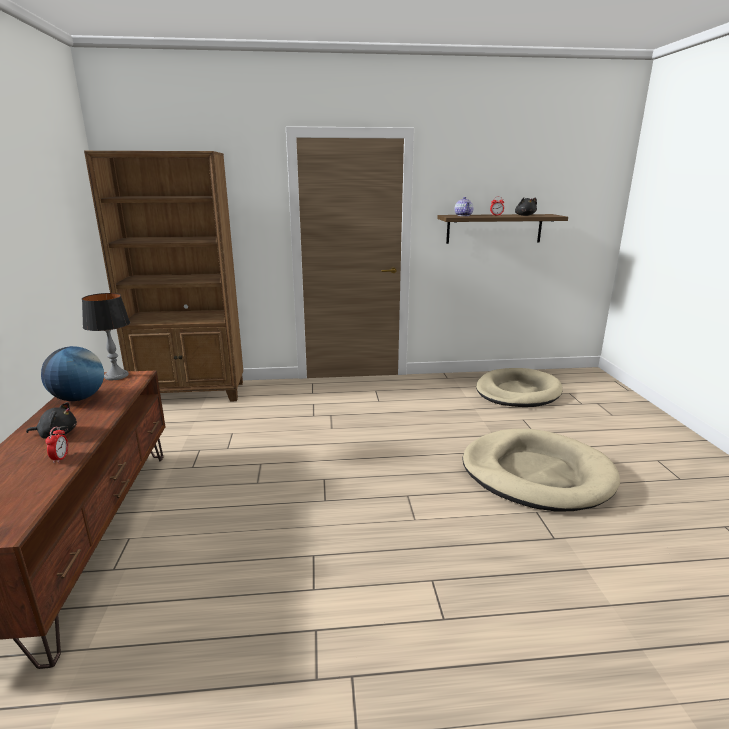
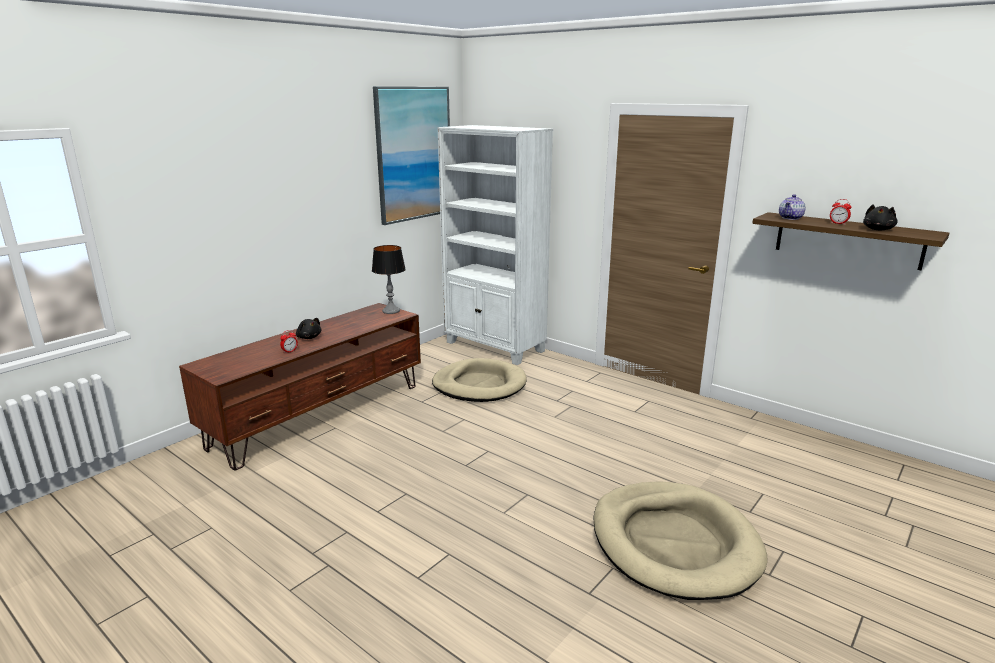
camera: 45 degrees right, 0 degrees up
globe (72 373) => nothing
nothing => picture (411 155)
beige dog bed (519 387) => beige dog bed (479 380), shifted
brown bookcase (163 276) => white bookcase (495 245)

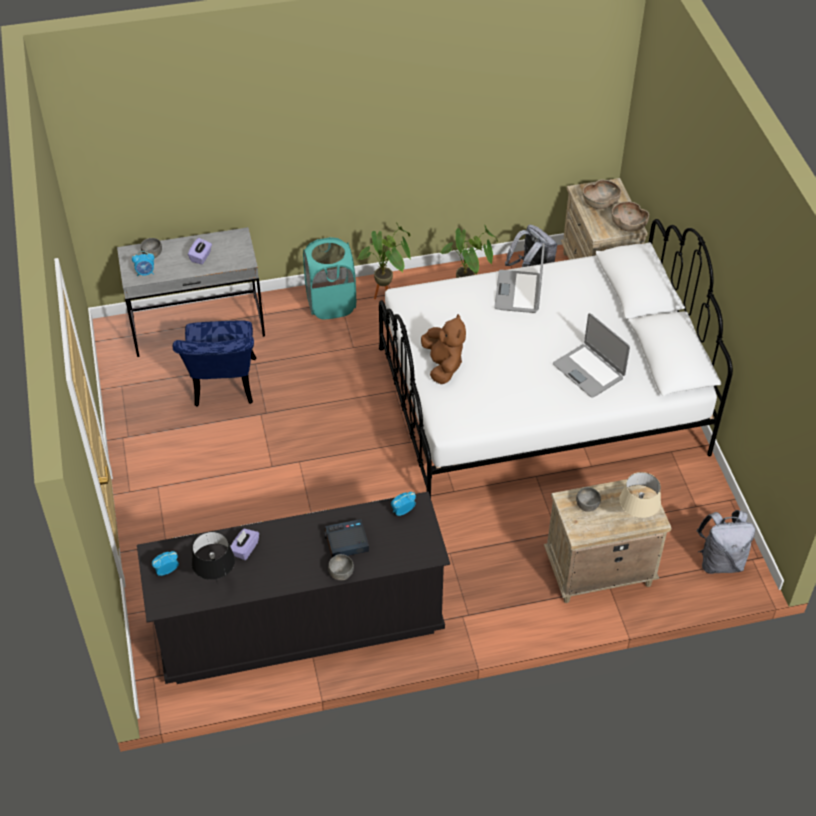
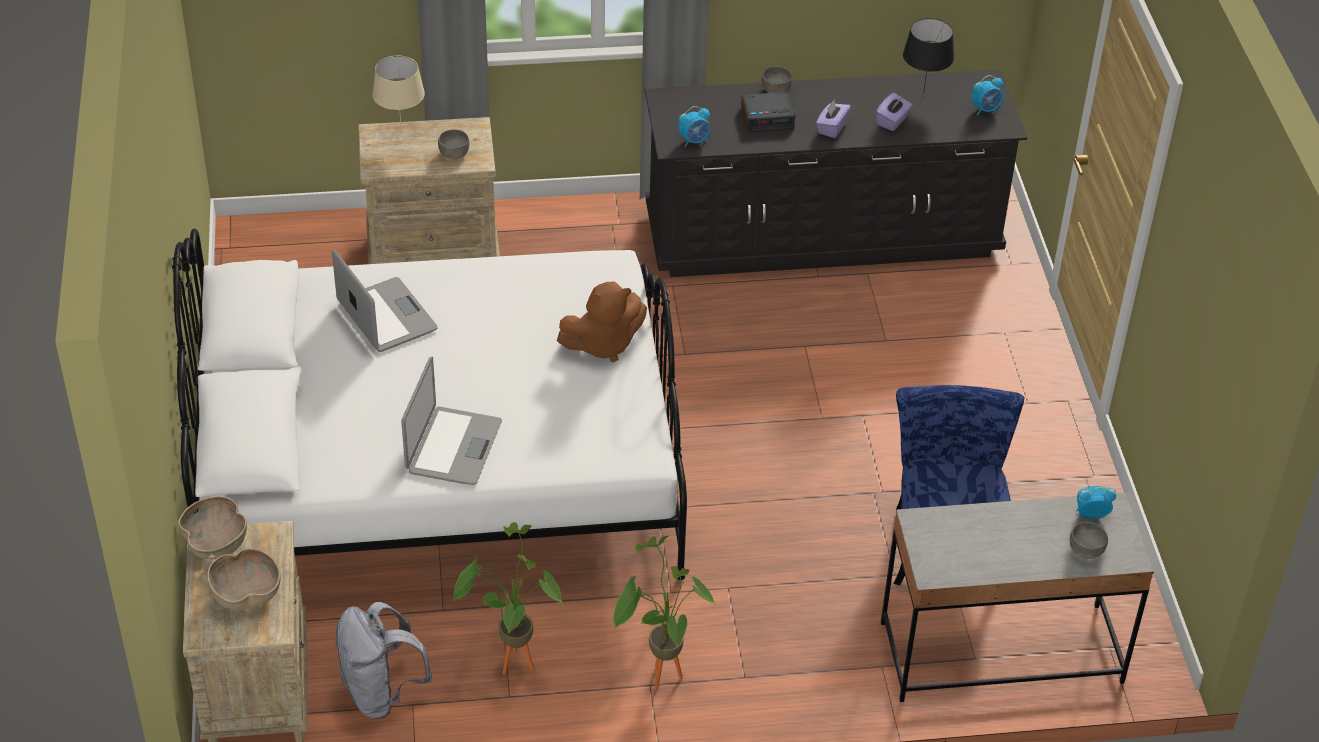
camera: 175 degrees left, 5 degrees down
turquoise laundry basket (329 278) => nothing
grey backpack (726 542) => nothing
purple tissue box (200 251) => purple tissue box (833 119), shifted
brown plush toy (443 349) => brown plush toy (602 321), 105 degrees counterclockwise

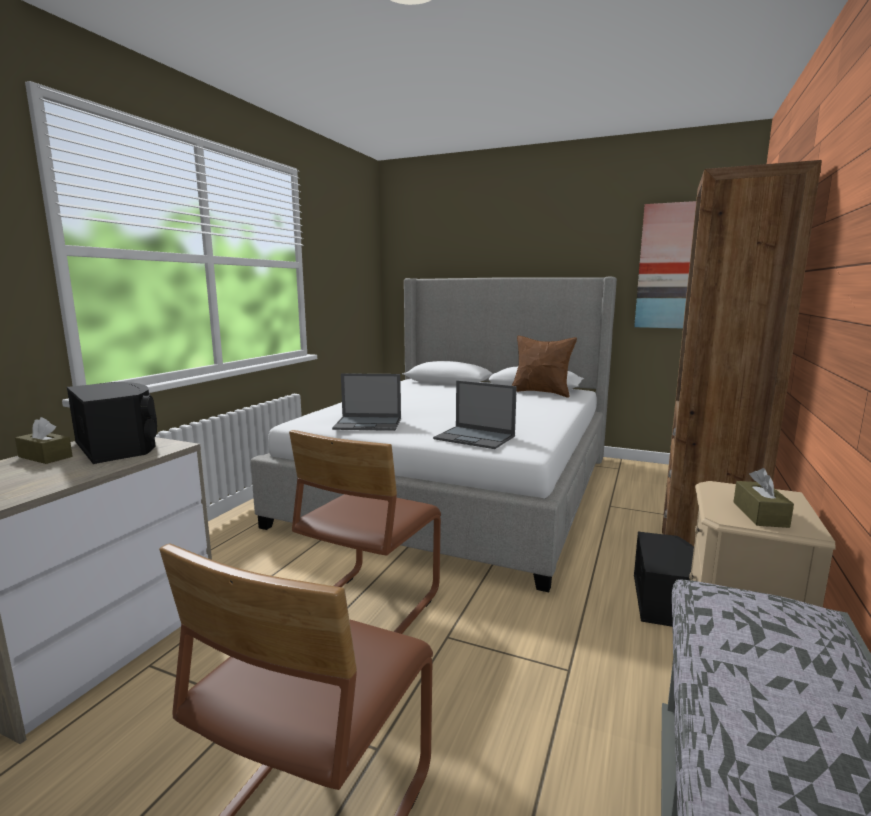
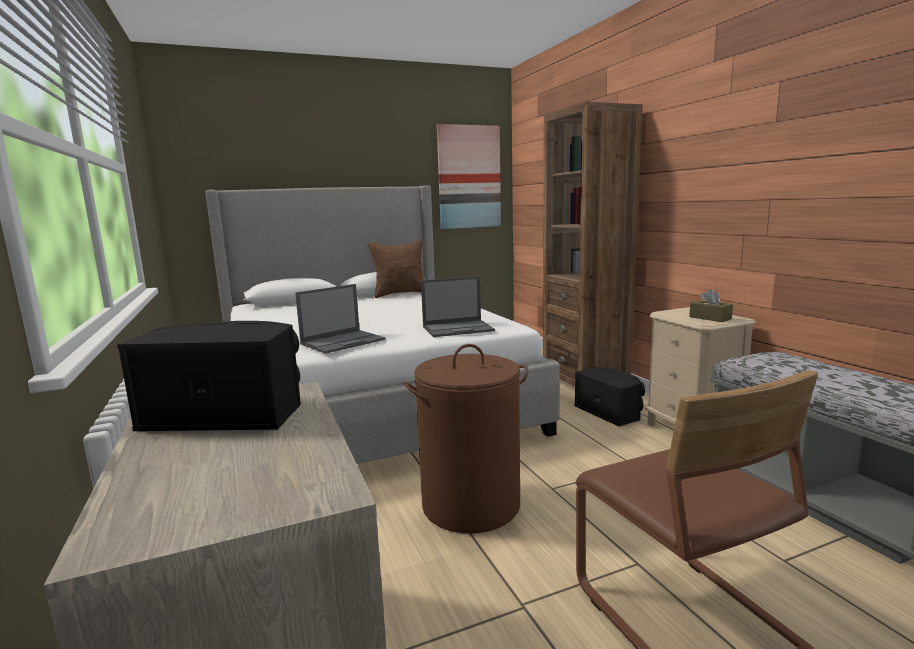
camera: 45 degrees left, 0 degrees up
brown tissue box (44 440) => nothing
brown chair (365 532) => brown laundry basket (465 438)

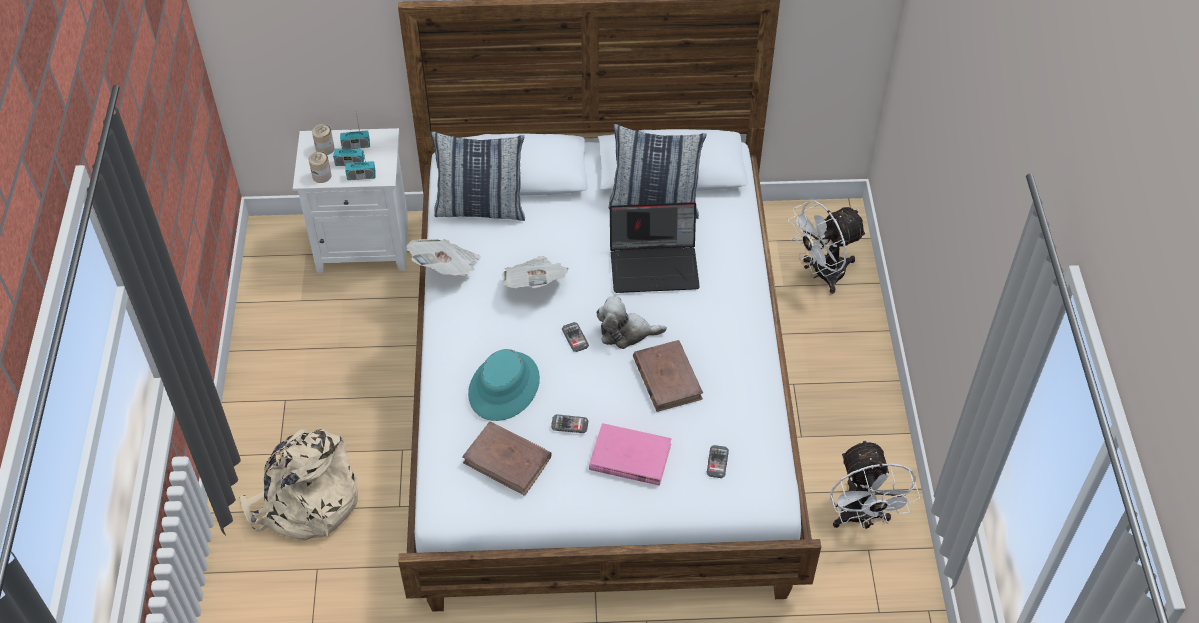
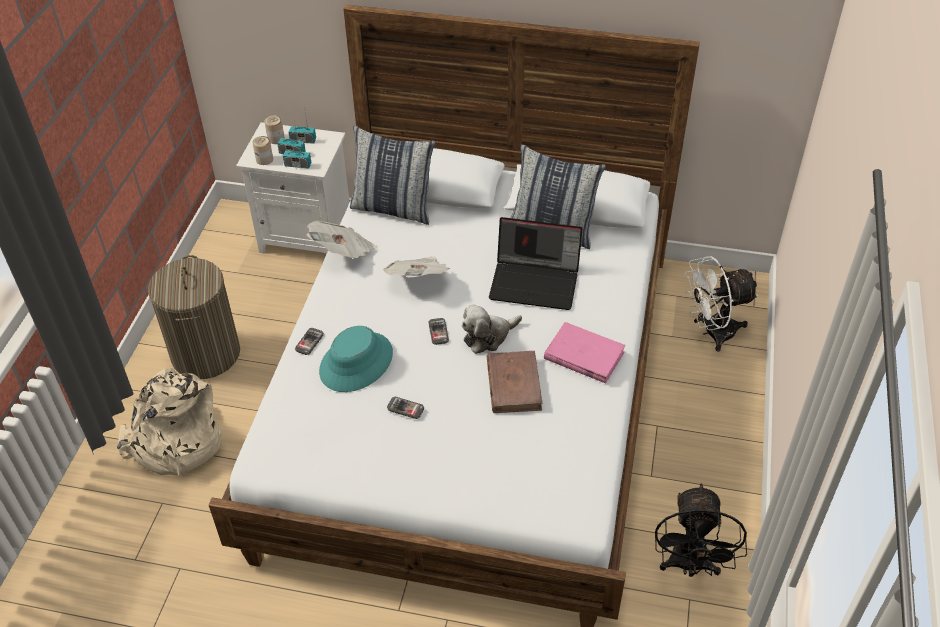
camera: 15 degrees right, 5 degrees down
brown book (507 458) => nothing
nothing => laundry basket (194 317)
pink book (630 454) => pink book (585 352), shifted
phone (717 461) => phone (309 341), shifted
white fan (875 483) => black fan (701 530)
plush toy (631 322) => plush toy (491 329), 45 degrees counterclockwise

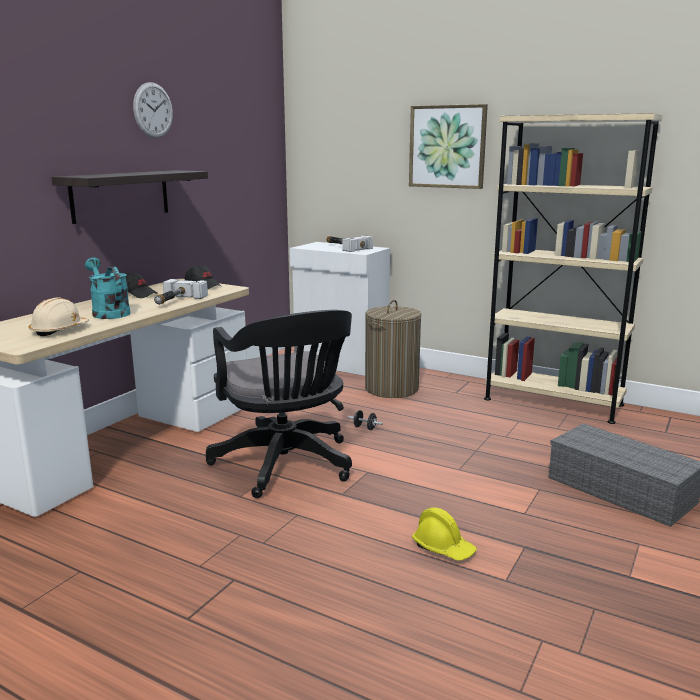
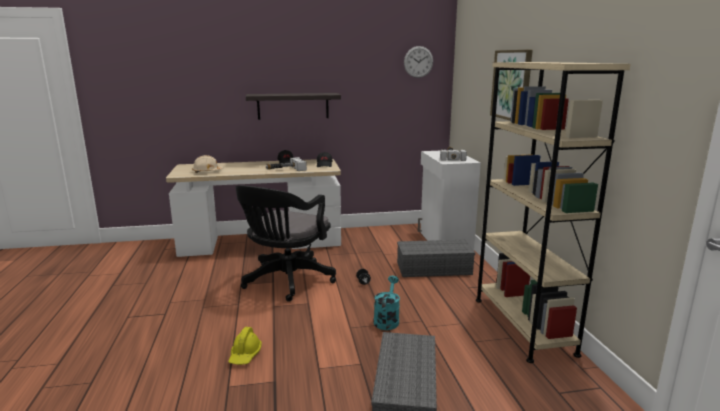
camera: 50 degrees right, 0 degrees up
turquoise watering can (107 288) => turquoise watering can (386 303), shifted
wall clock (153 110) => wall clock (418 62), shifted
laundry basket (393 349) => grey storage box (436 258)

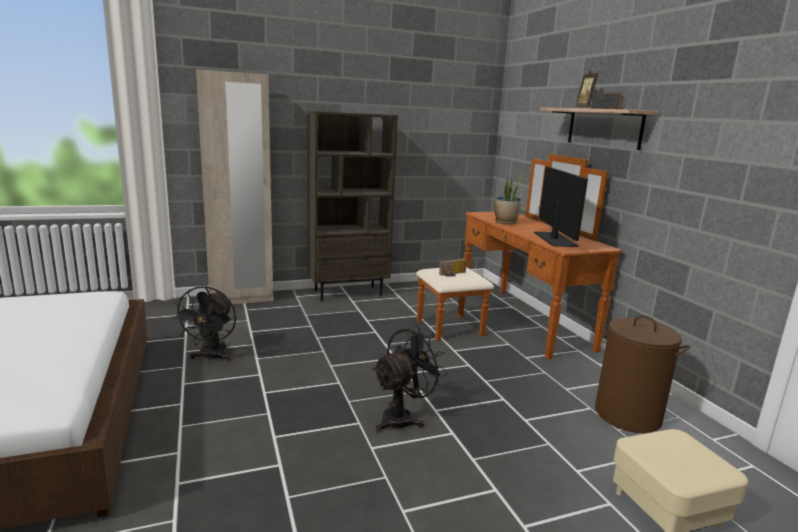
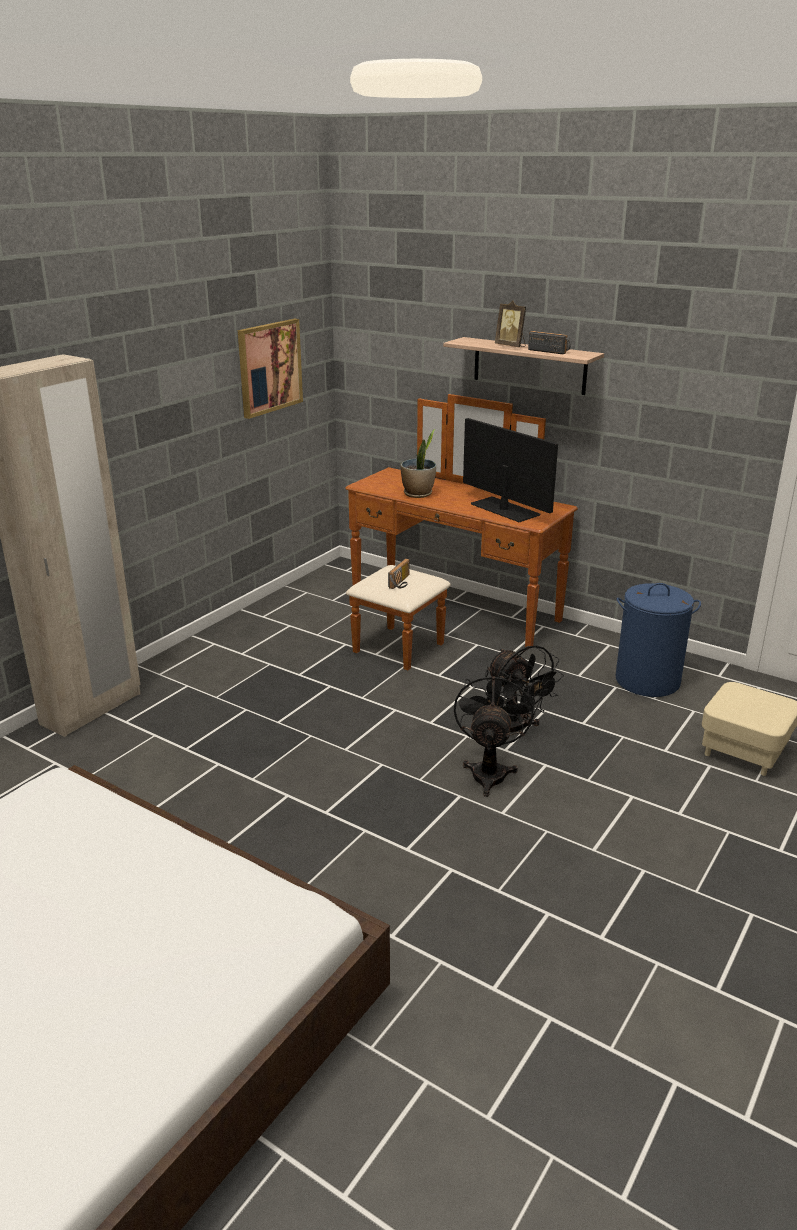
camera: 35 degrees left, 10 degrees up
brown bookcase (352 205) => nothing
nothing => picture (270 369)
black fan (204 324) => black fan (525 689), shifted
brown laundry basket (642 374) => blue laundry basket (658 640)

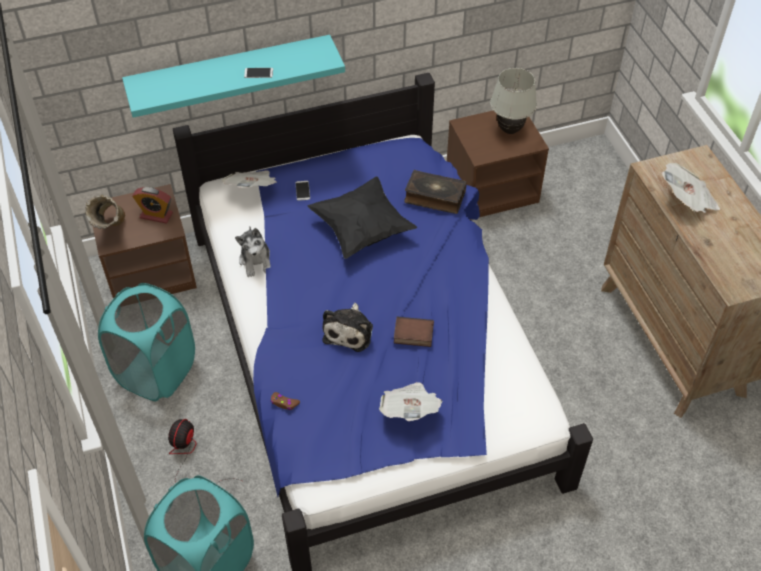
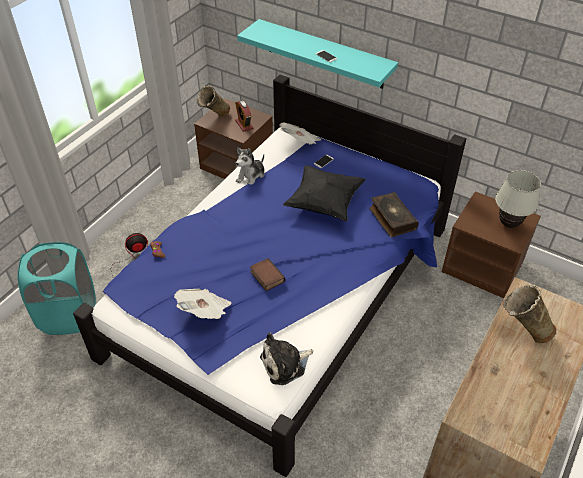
camera: 50 degrees right, 5 degrees down
turquoise laundry basket (146 342) => nothing
plush toy (347 327) => plush toy (286 359), shifted
newspaper (691 188) => beige vase (530 313)

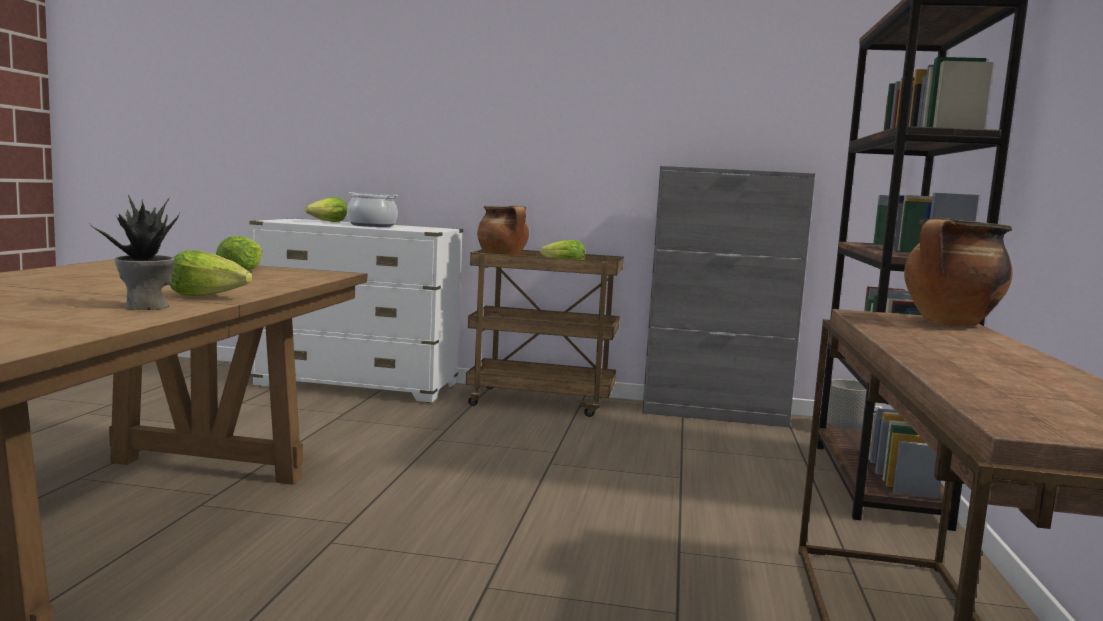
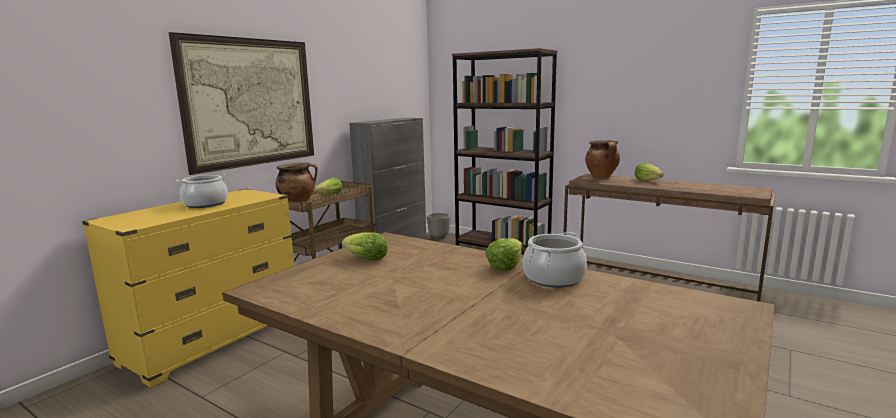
camera: 65 degrees left, 5 degrees up
nothing => picture (241 103)
lettuce (326 209) => lettuce (649 172), shifted
potted plant (135 252) => cooking pot (555 260)
white dresser (356 310) => yellow dresser (188 288)

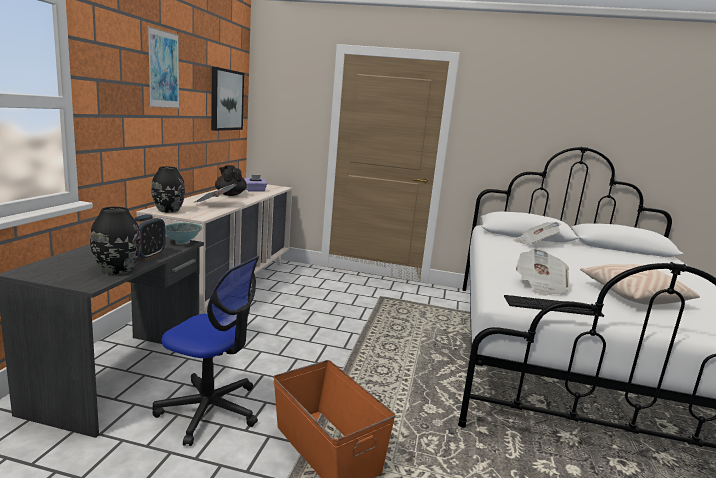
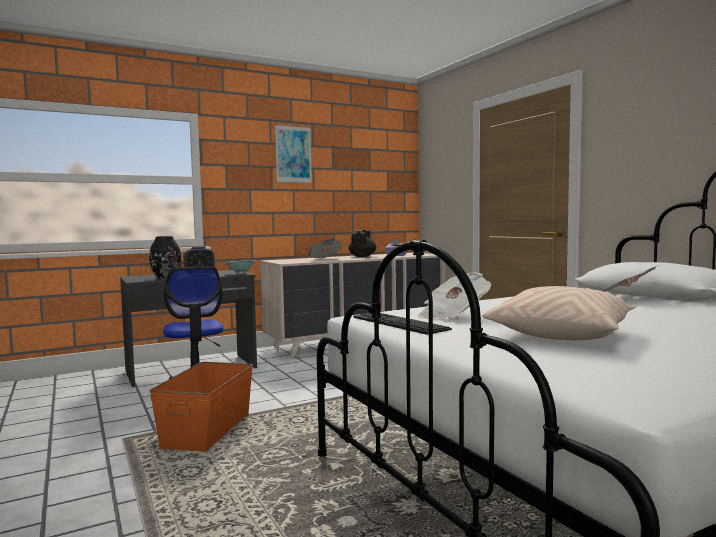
camera: 50 degrees right, 10 degrees down
black vase (168 189) => nothing
picture (227 99) => nothing

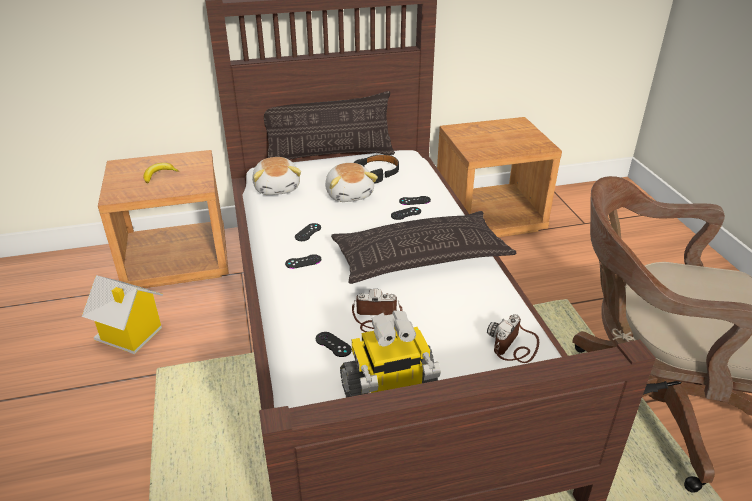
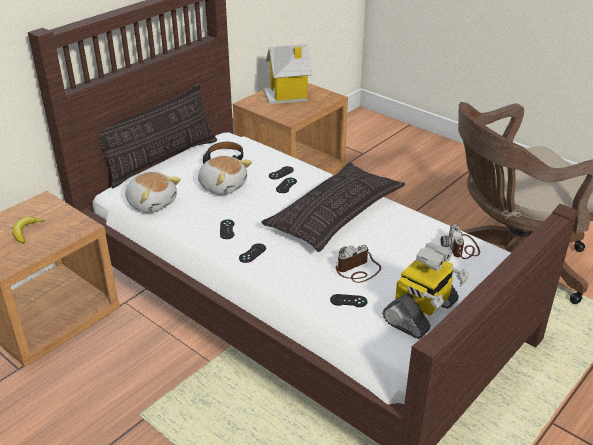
camera: 35 degrees left, 0 degrees up
toy house (122 314) => toy house (288 74), shifted

